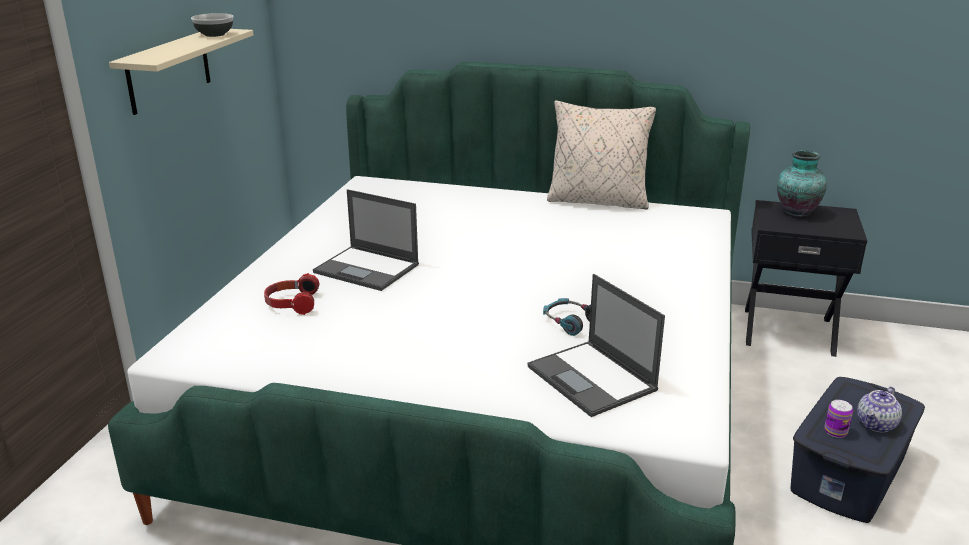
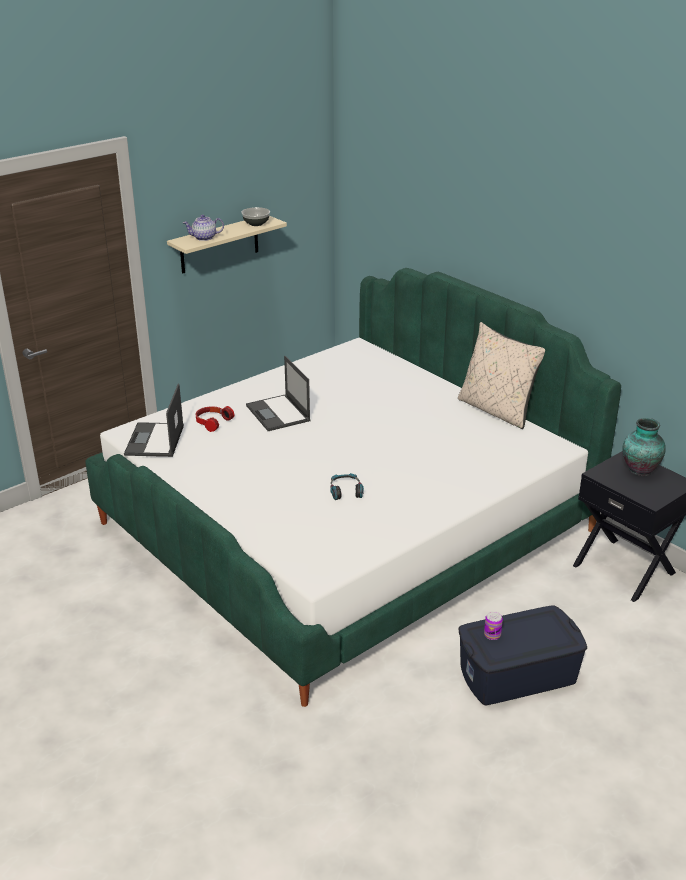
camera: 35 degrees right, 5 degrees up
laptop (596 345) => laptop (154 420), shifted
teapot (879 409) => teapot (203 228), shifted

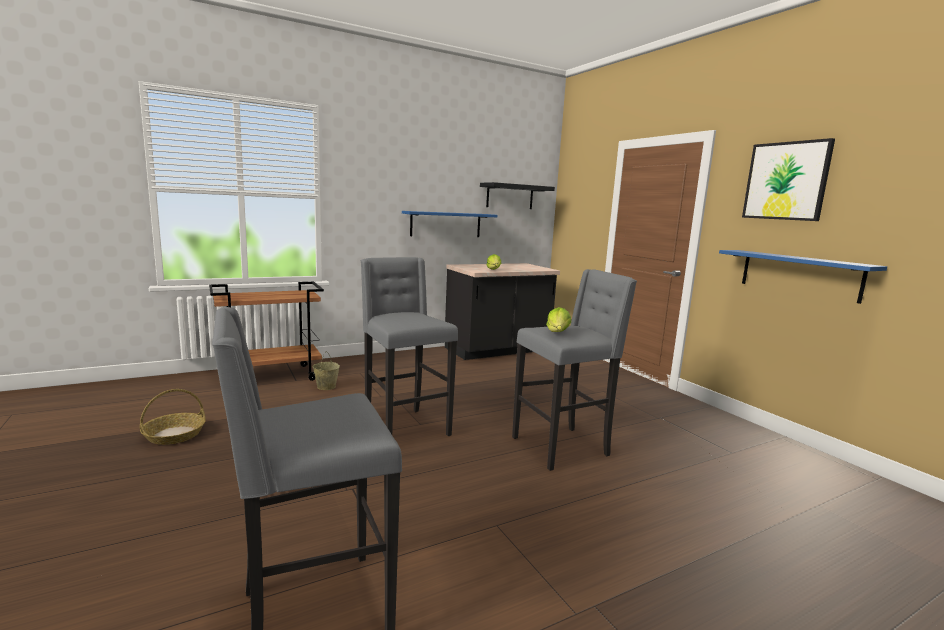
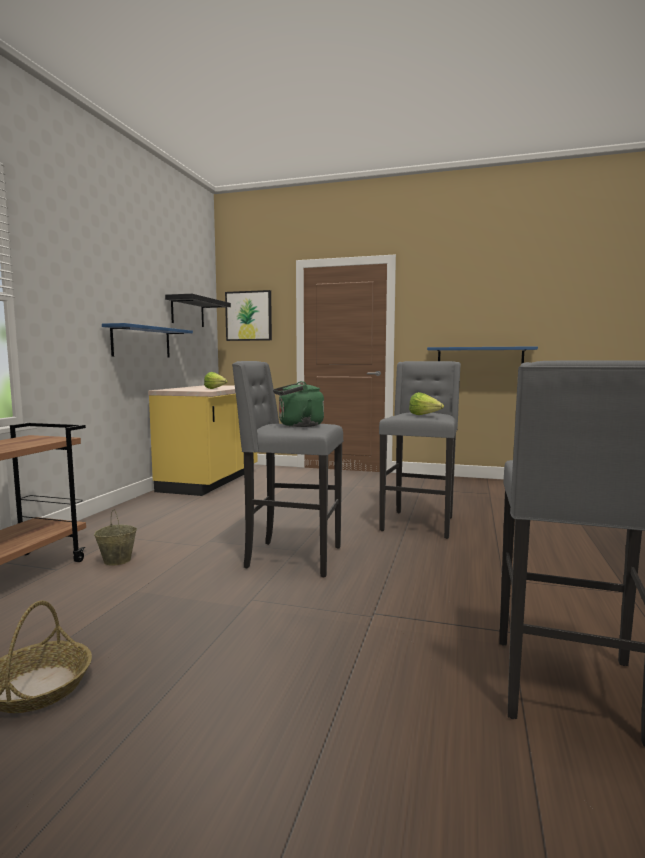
camera: 45 degrees left, 5 degrees down
nothing => green kettle (298 404)
picture (788 179) => picture (248 315), shifted
black counter (502 311) => yellow counter (202 440)

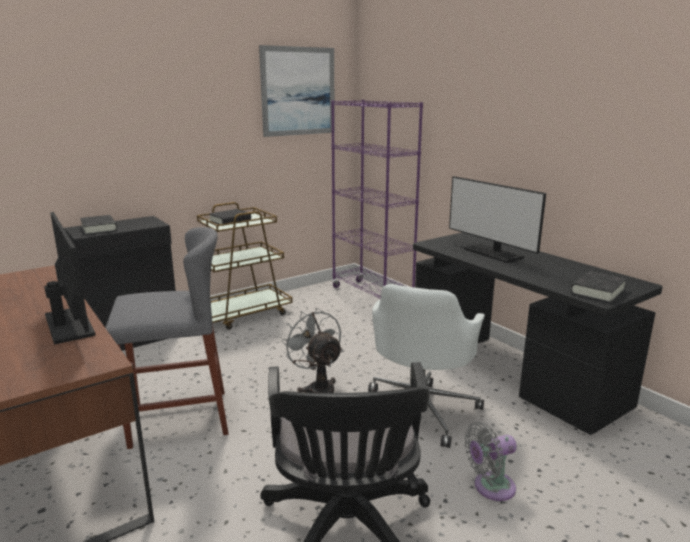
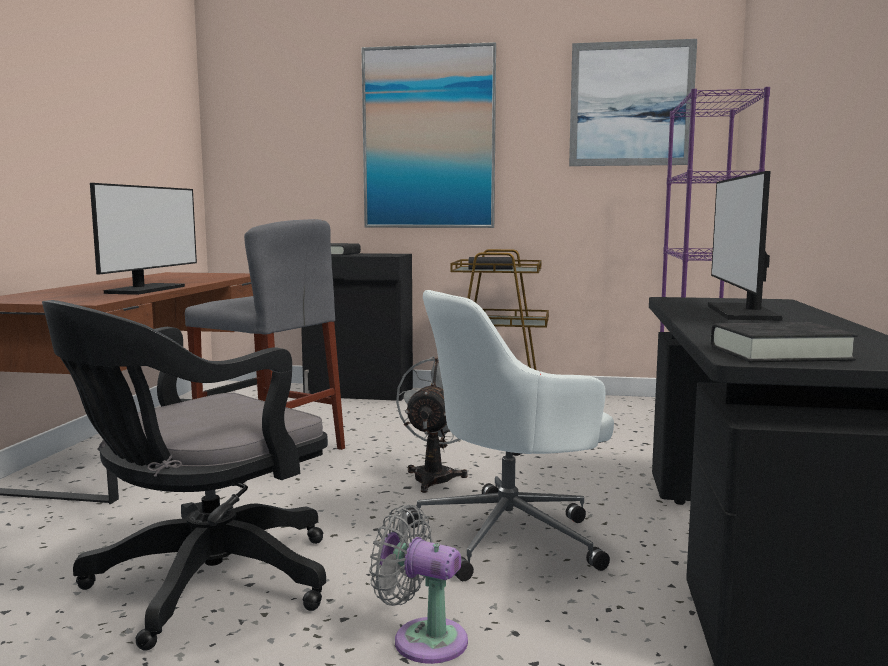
camera: 45 degrees right, 10 degrees down
nothing => picture (429 135)

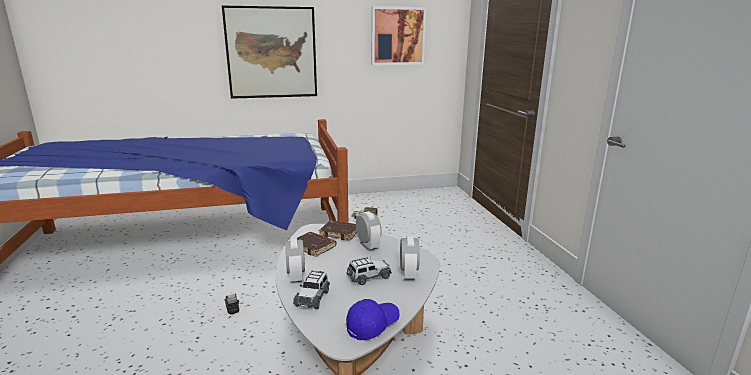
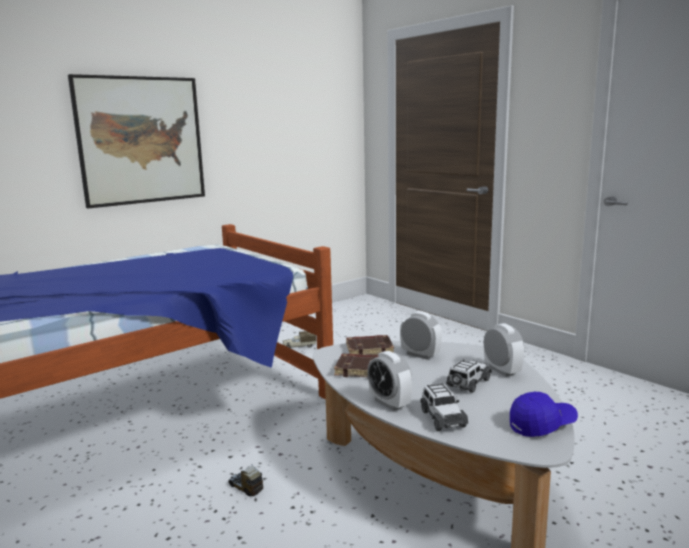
camera: 25 degrees left, 5 degrees down
picture (398 35) => nothing
blue cap (373 319) => blue cap (544 414), 45 degrees clockwise

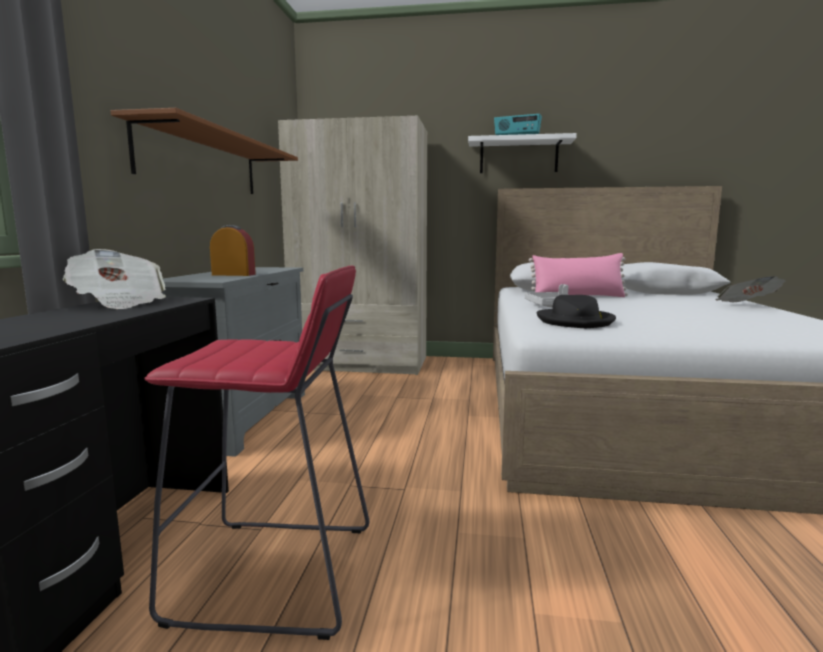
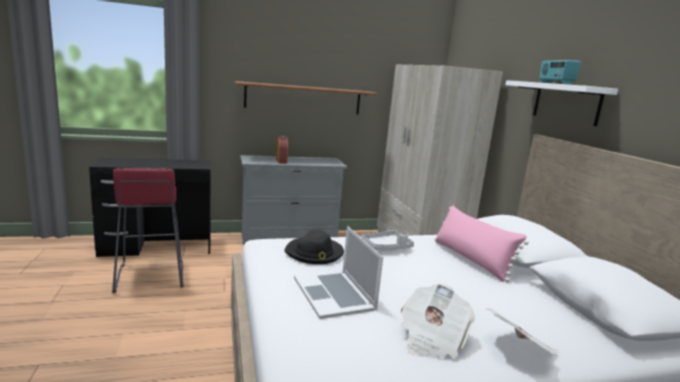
camera: 65 degrees right, 5 degrees up
nothing => laptop (338 272)
newspaper (114 279) => newspaper (438 321), shifted

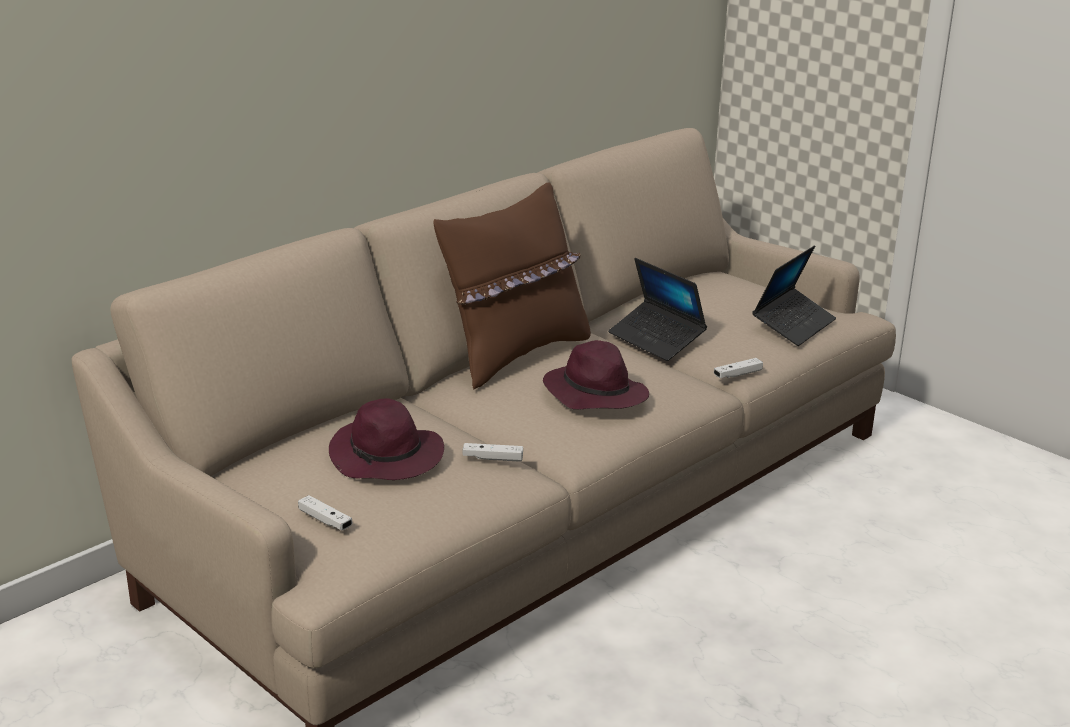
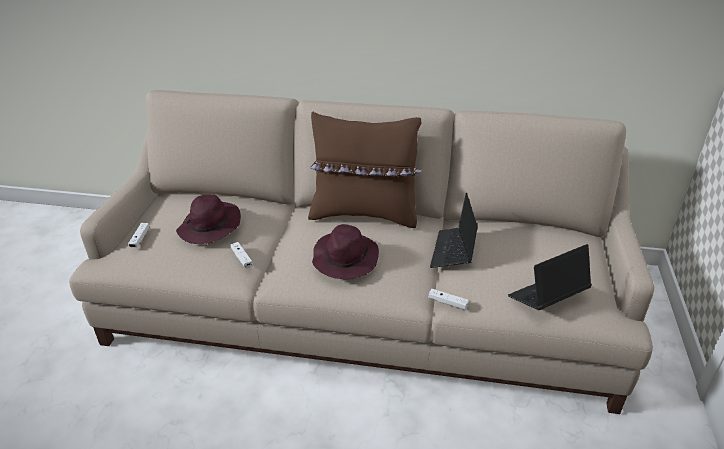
camera: 55 degrees right, 10 degrees up
laptop (794 295) => laptop (550 277), 150 degrees clockwise

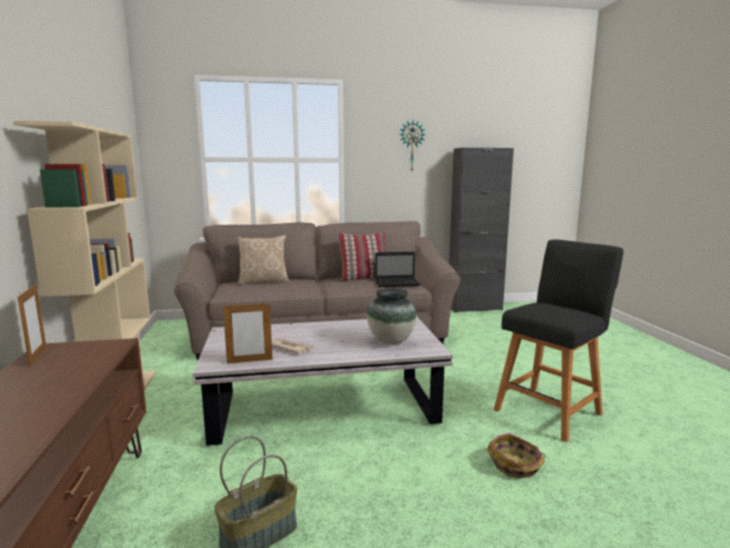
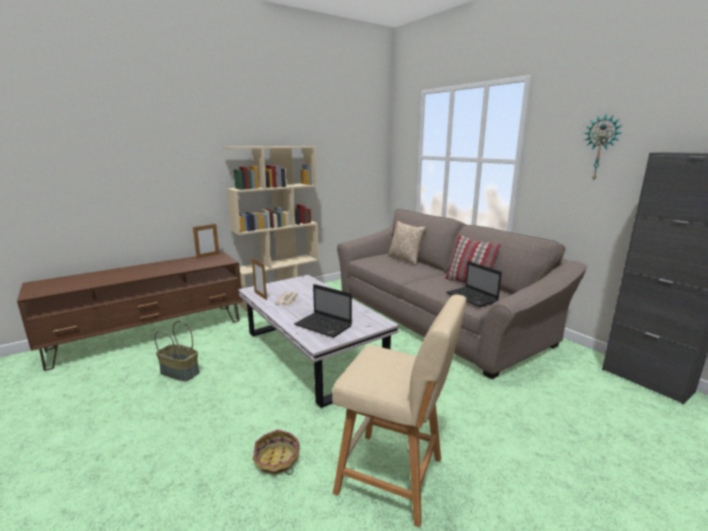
camera: 65 degrees right, 5 degrees up
vase (391 316) => laptop (323 311)
black stool (558 340) => beige stool (399 411)

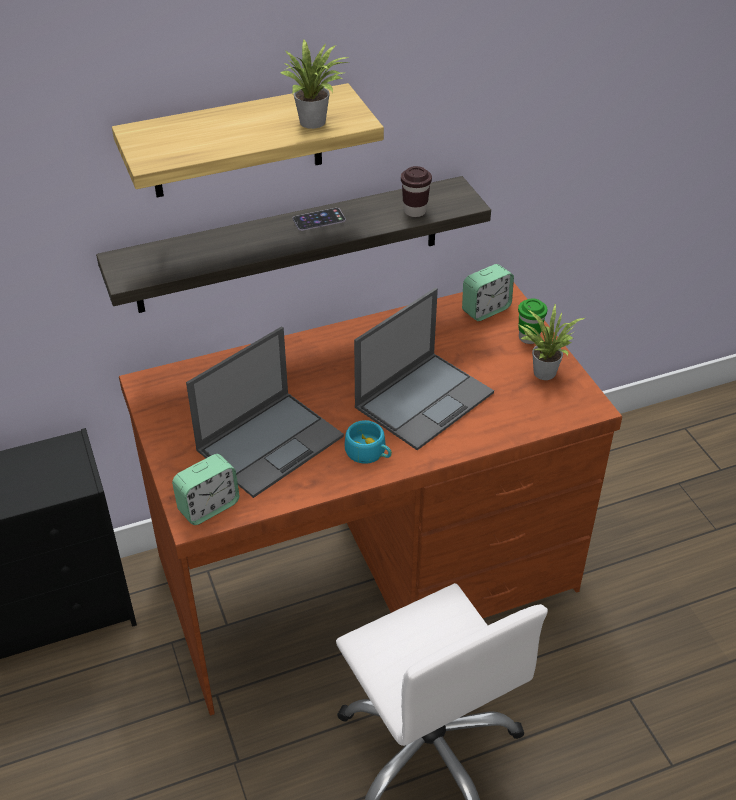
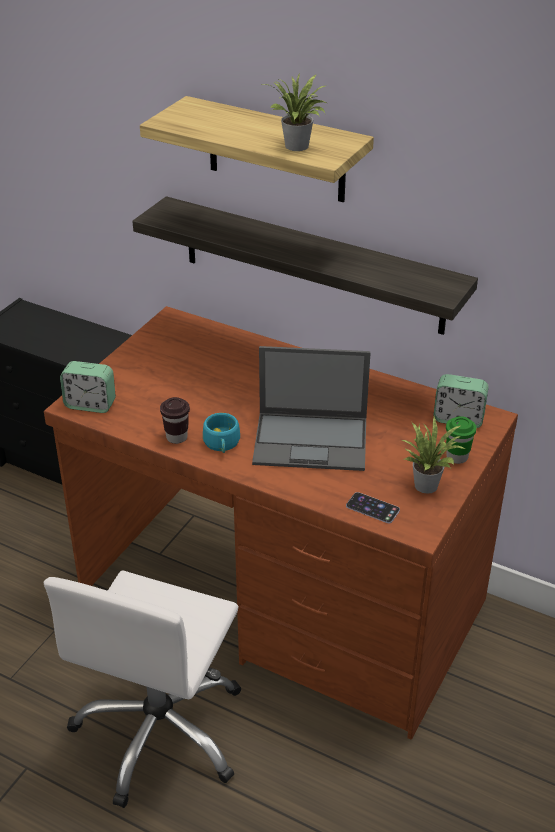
camera: 50 degrees right, 5 degrees down
laptop (265 412) => nothing
phone (319 219) => phone (373 507), shifted
brown cup (416 191) => brown cup (175 420), shifted

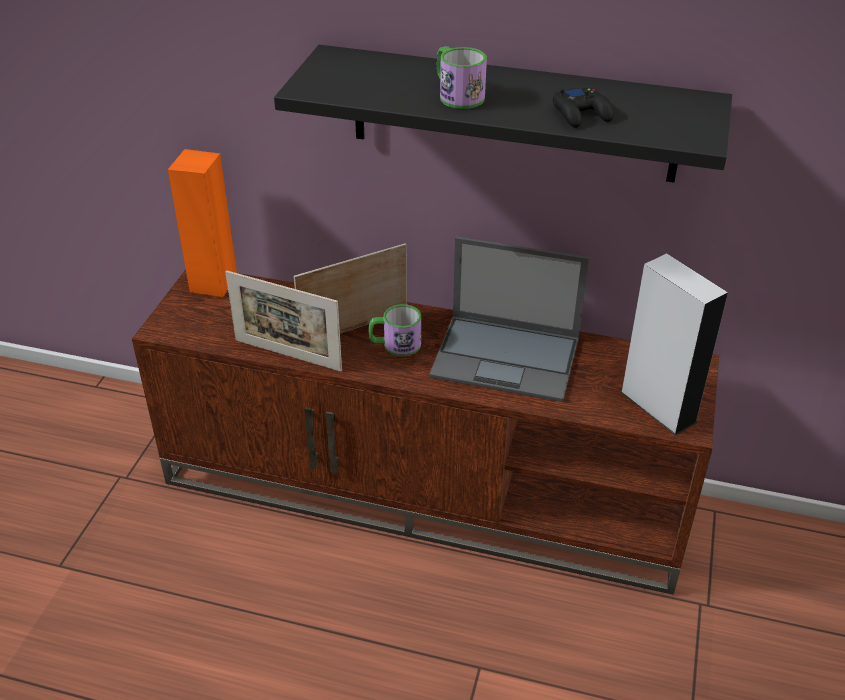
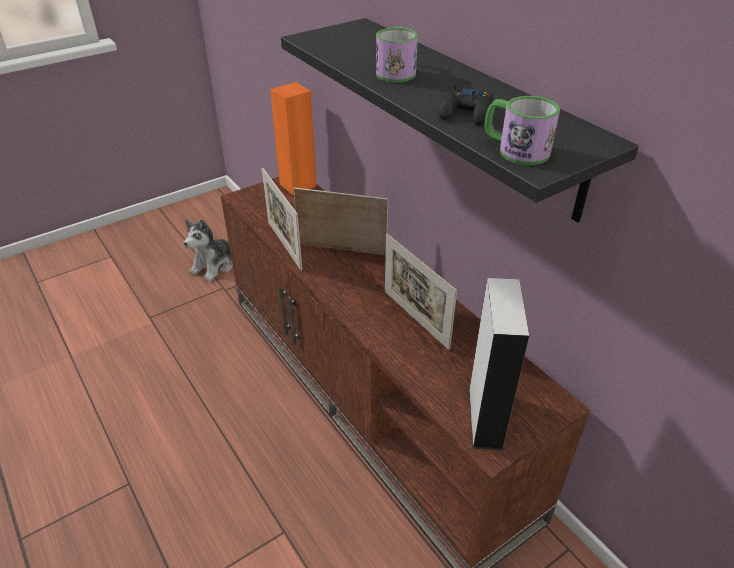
camera: 40 degrees right, 0 degrees up
nothing => plush toy (208 250)
mug (395 330) => mug (522 130), shifted
laptop (509 319) => picture frame (421 292)

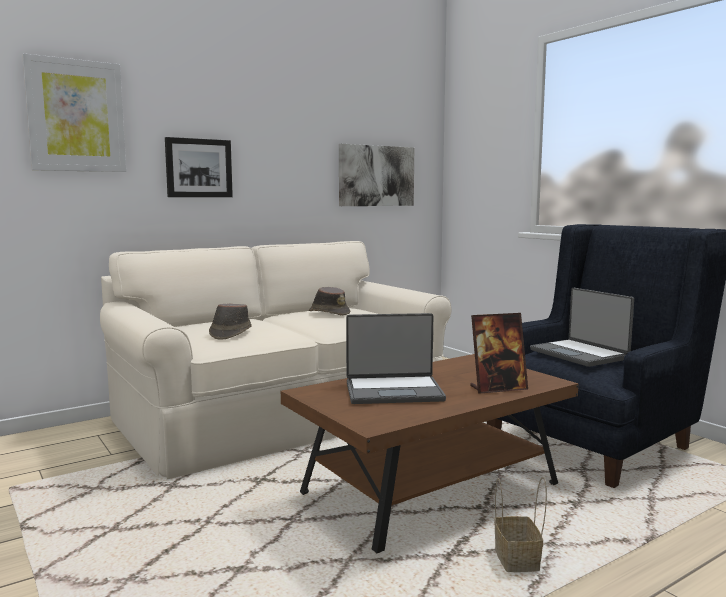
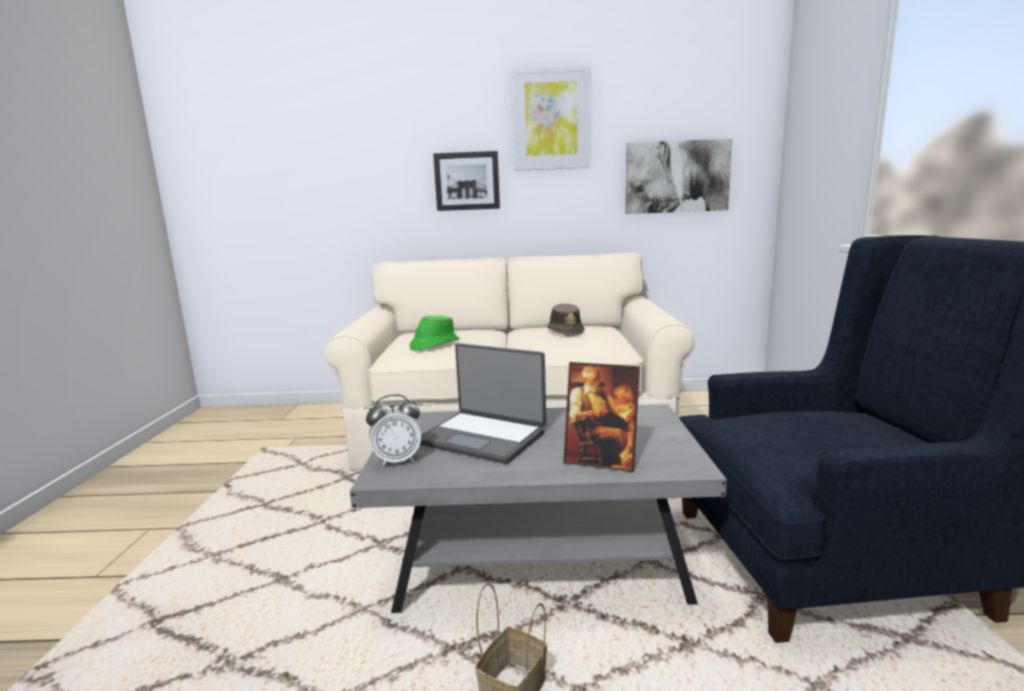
camera: 35 degrees right, 5 degrees up
laptop (582 327) => nothing
nothing => alarm clock (393 430)
picture (74 112) => picture (550 118), shifted
brown hat (230 322) => green hat (434 333)
brown coffee table (430 453) => grey coffee table (538 508)

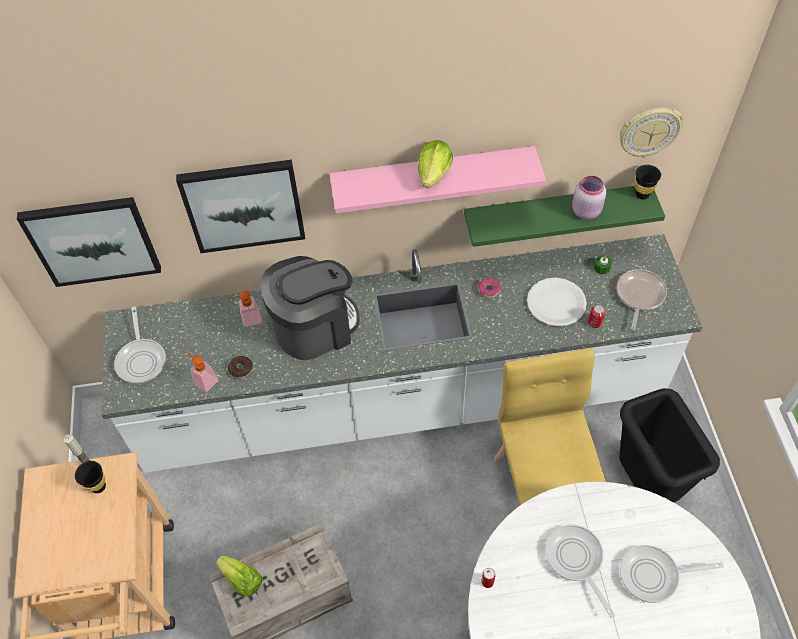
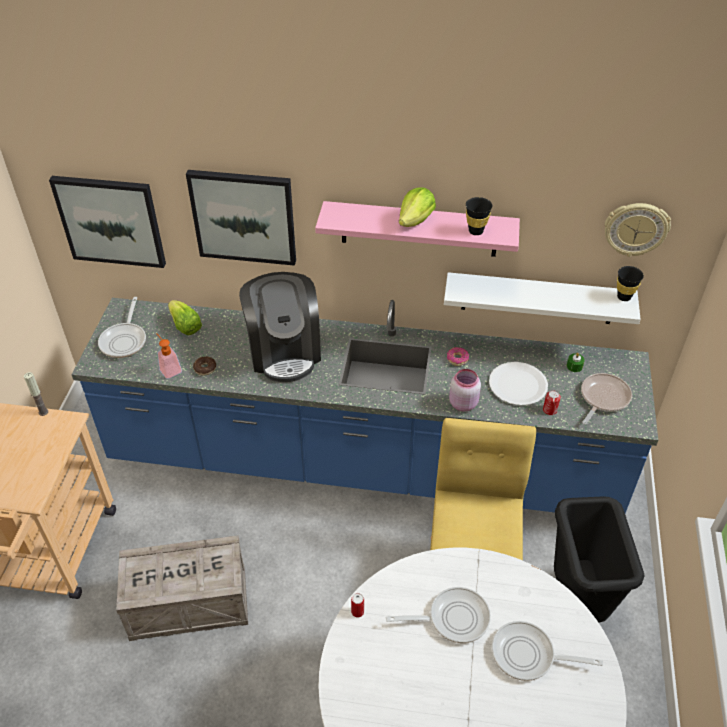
camera: 15 degrees right, 10 degrees down
soap dispenser (244 309) => nothing
black cup (90 477) => black cup (479 216), shifted
lettuce (239 576) => lettuce (185 317), shifted
pink jar (589 198) => pink jar (465 390), shifted
white counter (401 353) => blue counter (364 405)
green shelf (564 216) => white shelf (542 298)
coffee machine (310 308) => coffee machine (280 327), 90 degrees clockwise
frying pan (580 571) => frying pan (438 615), 90 degrees clockwise

